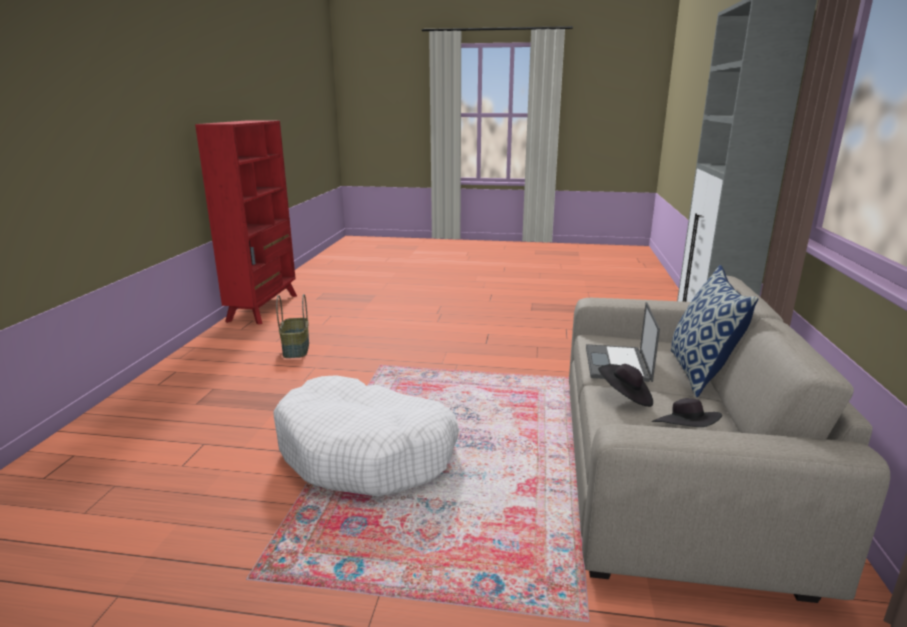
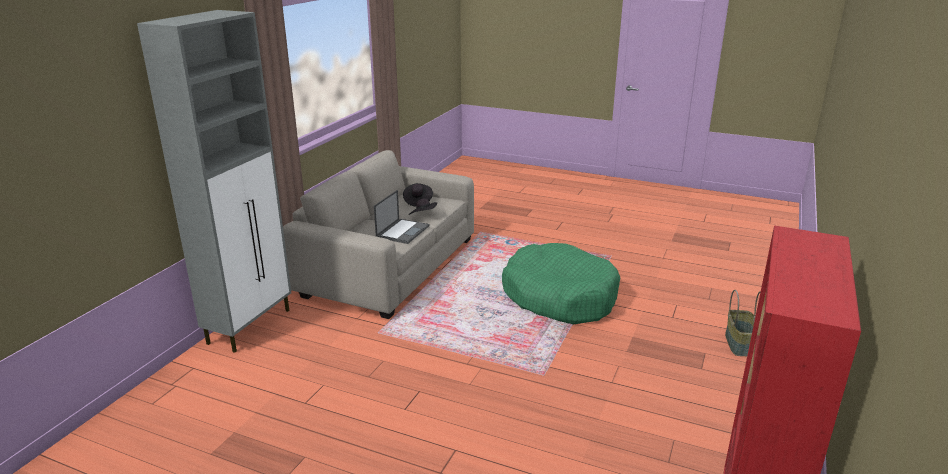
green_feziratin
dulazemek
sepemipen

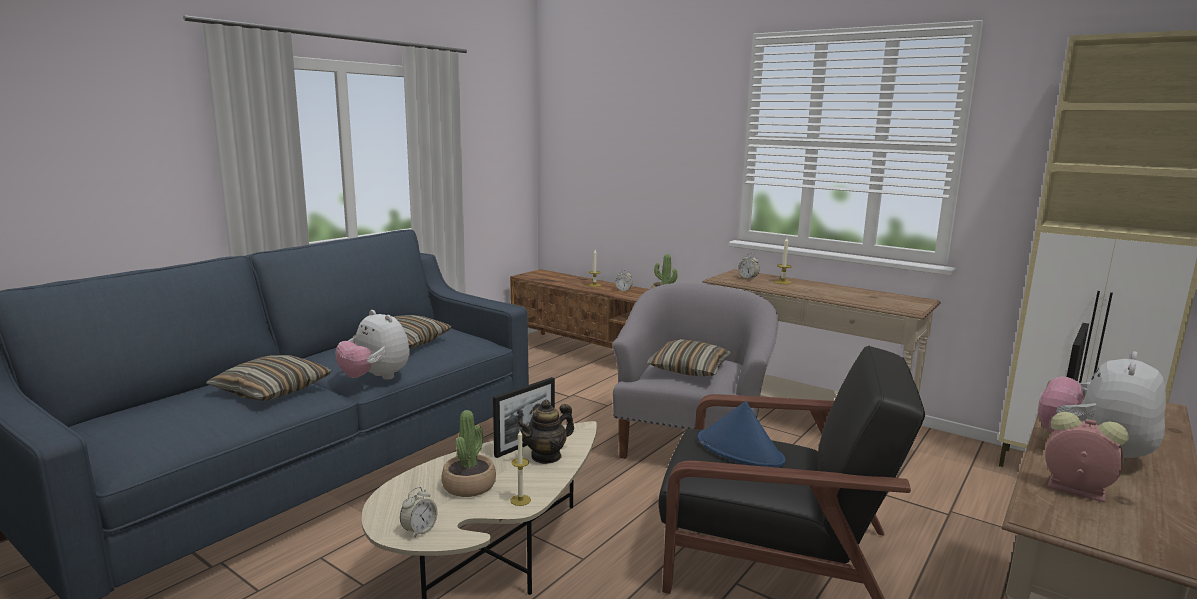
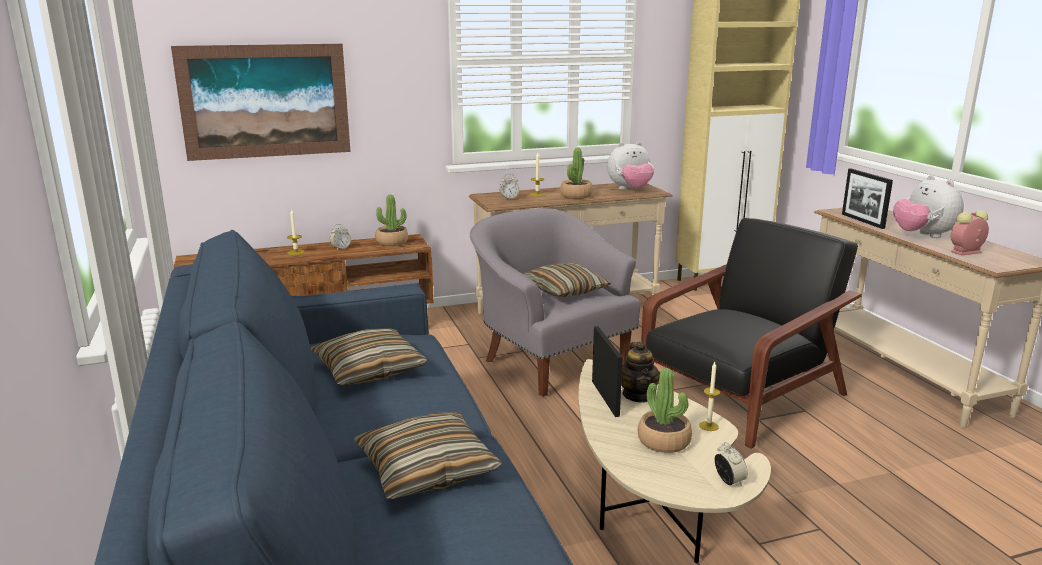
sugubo
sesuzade (2nd from left)
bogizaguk (1st from left)
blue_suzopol

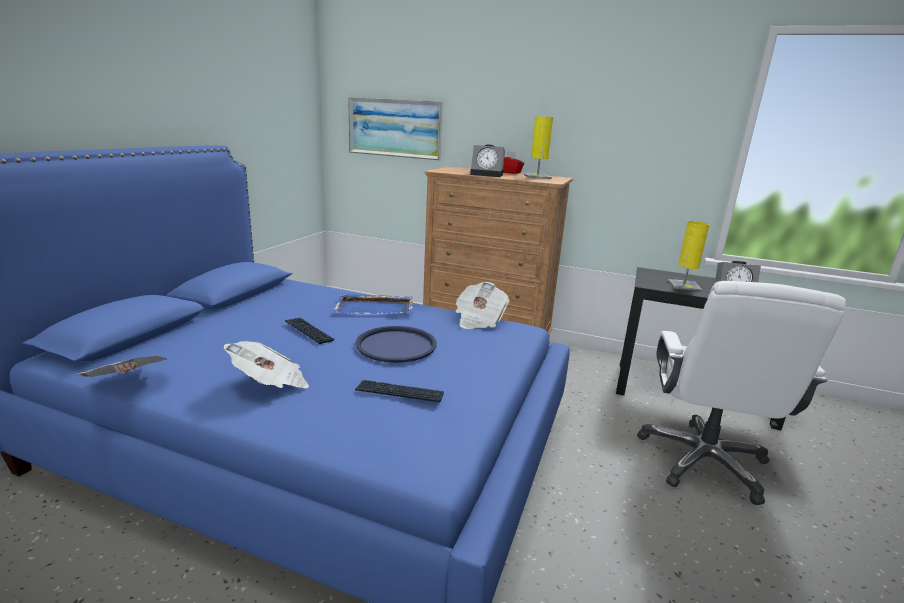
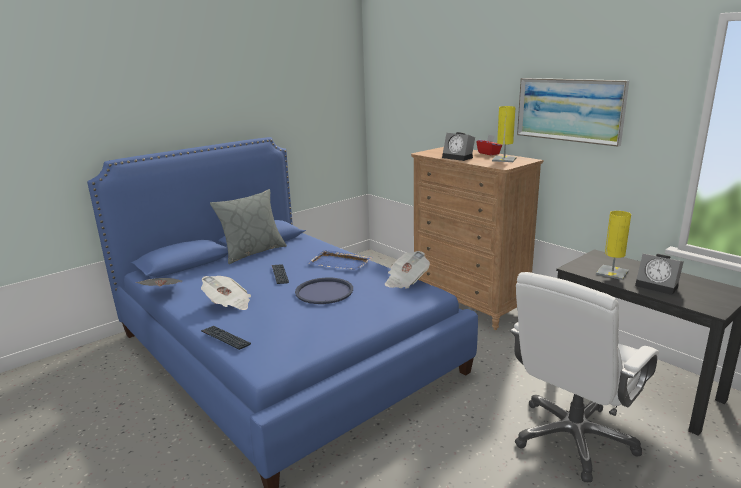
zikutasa (1st from left)
grey_sepemipen
sugubo

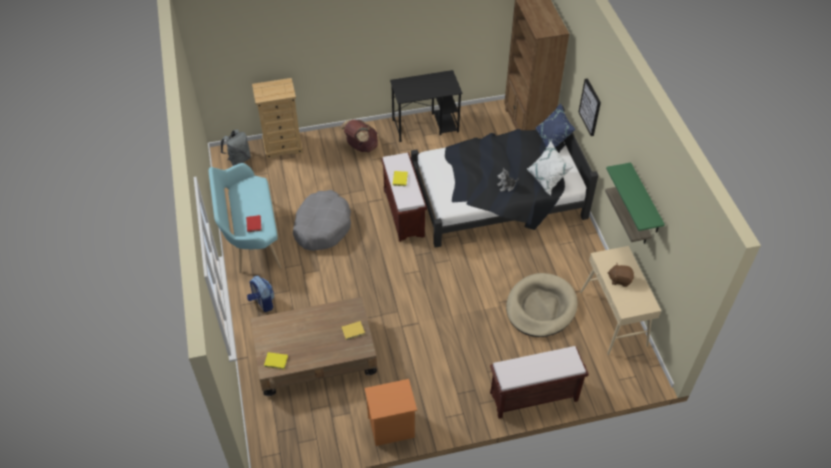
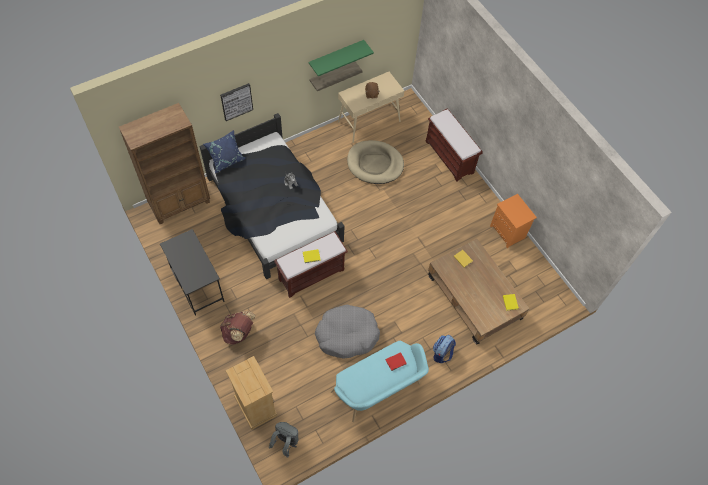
white_sepemipen

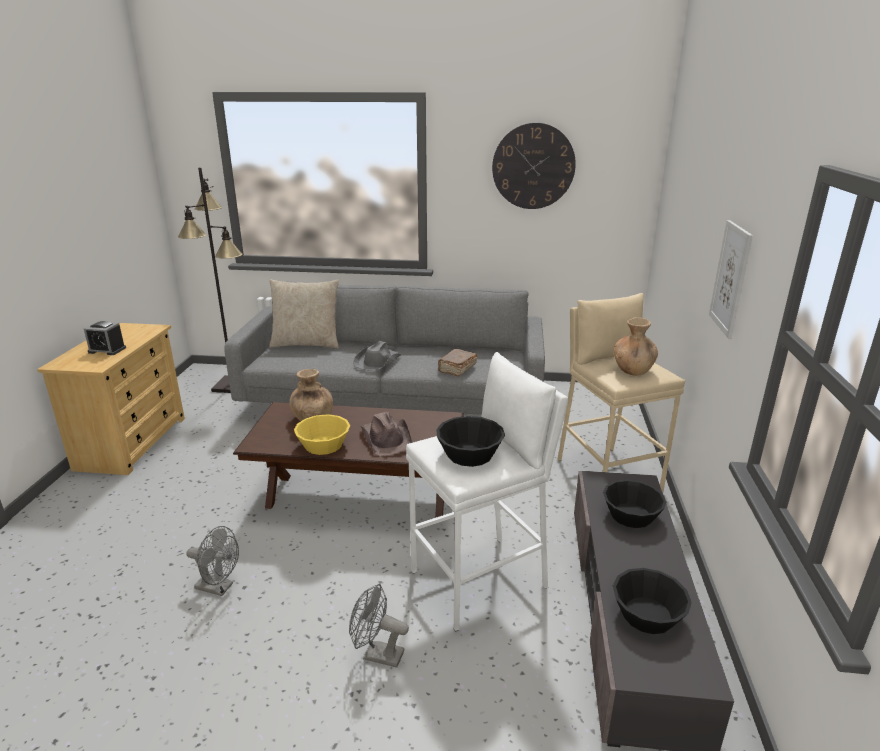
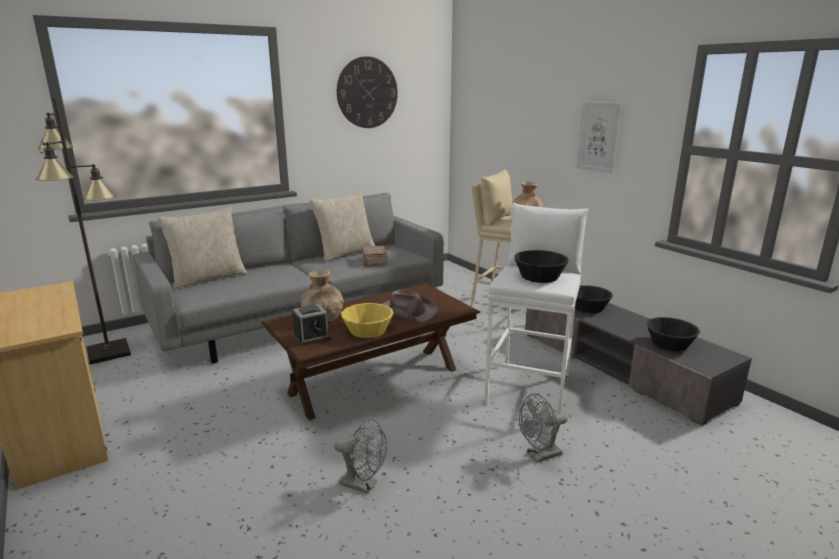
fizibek
beige_sepemipen (2nd from left)
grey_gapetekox (1st from left)
grey_suzopol

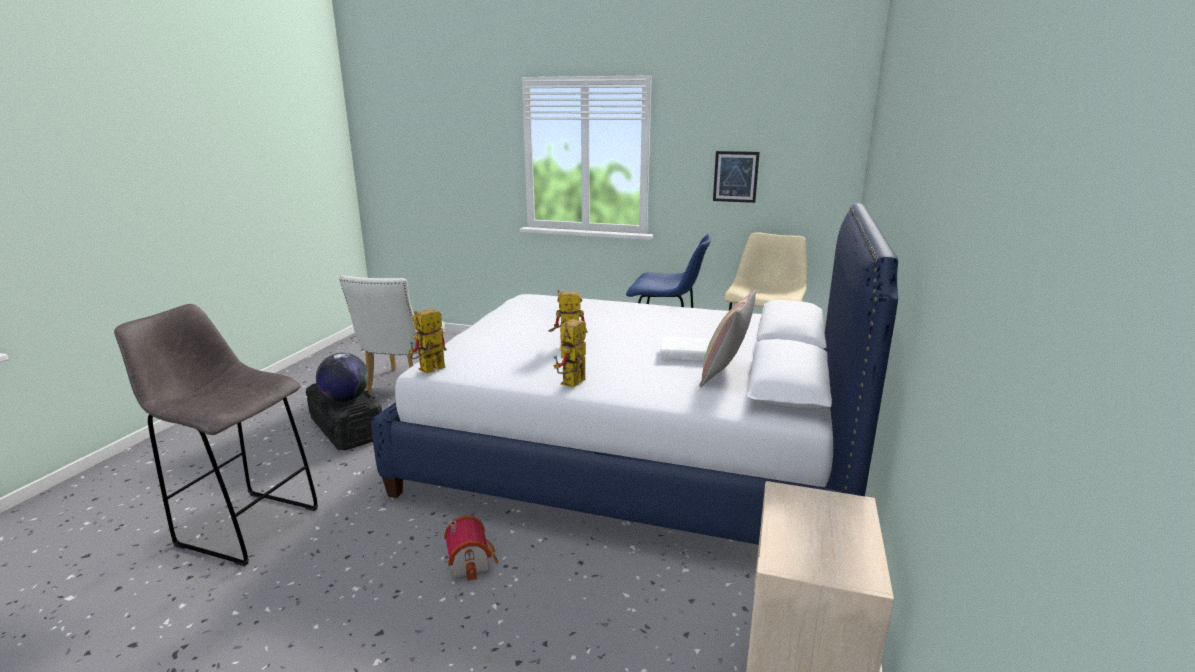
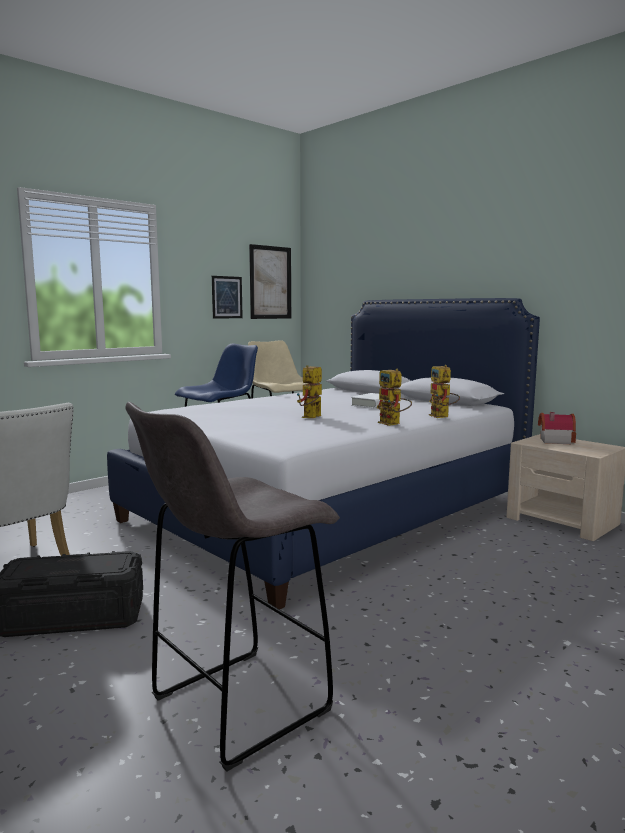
sugubo (2nd from left)
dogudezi (3rd from left)
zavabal
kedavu
sepemipen

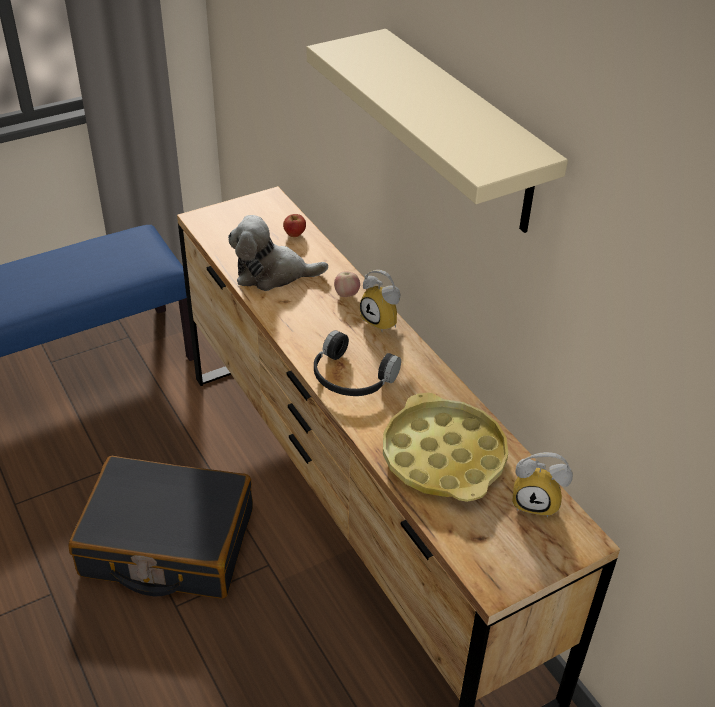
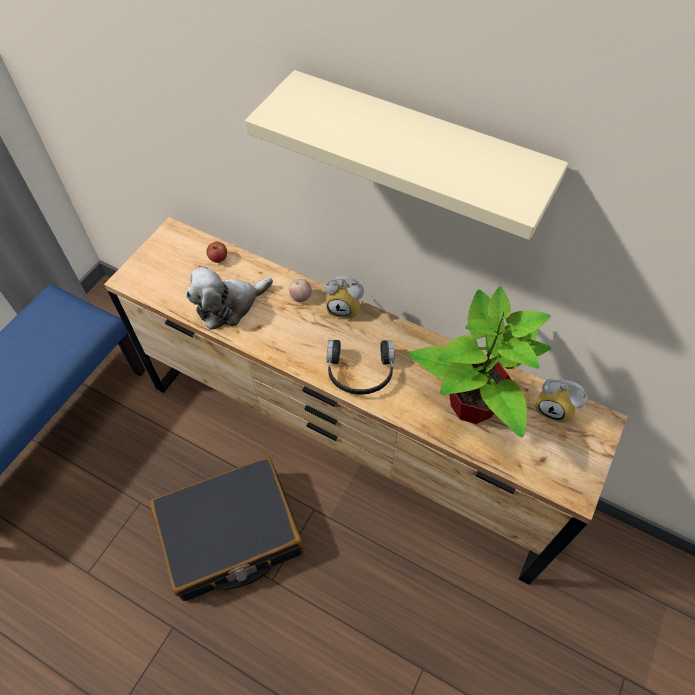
sesuzade
fizibek (2nd from left)

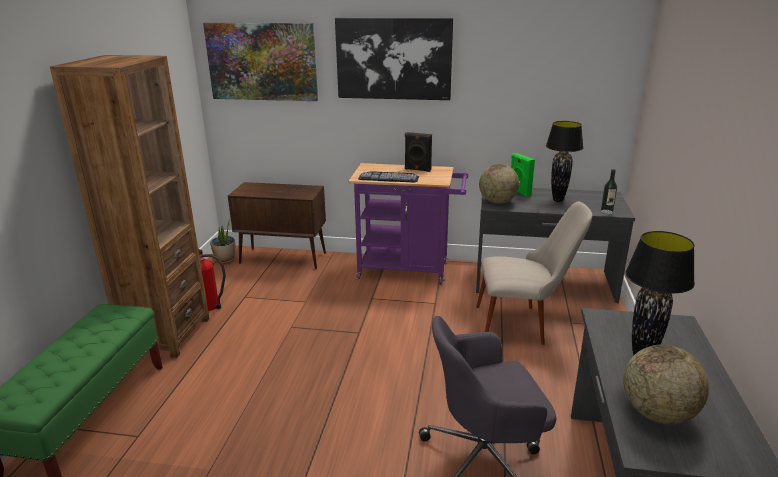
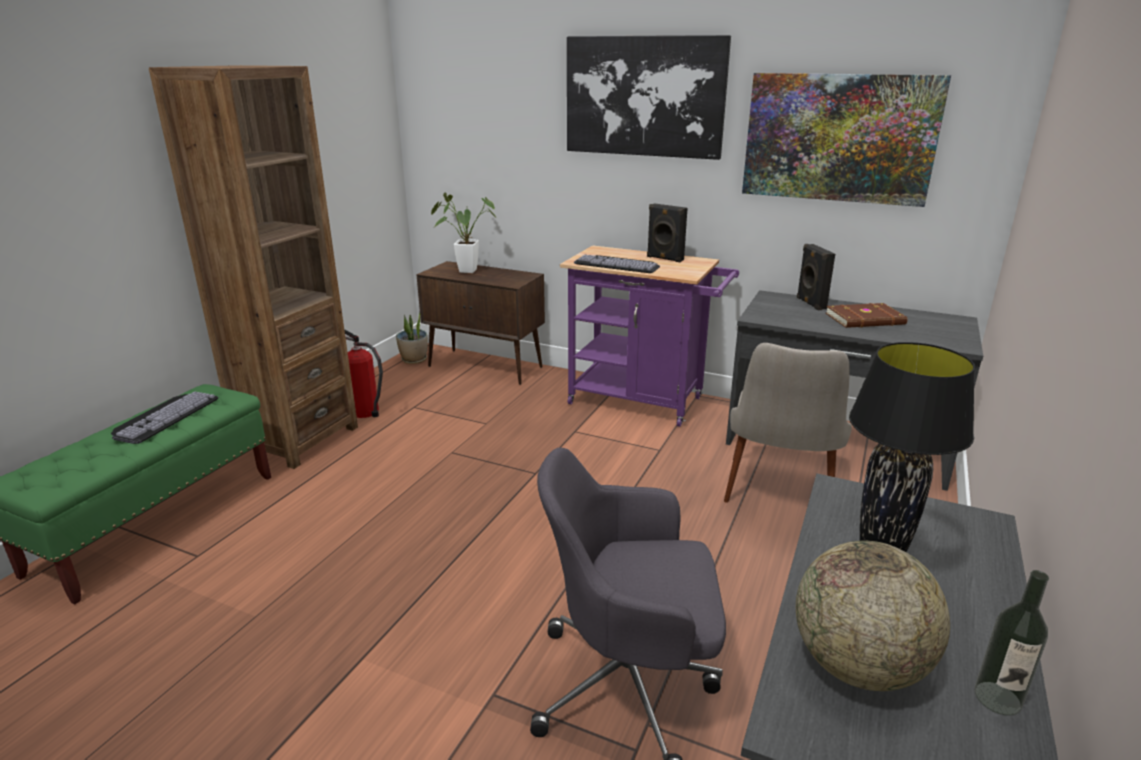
zikutasa (1st from left)
sesuzade (2nd from left)
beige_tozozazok
sugubo (2nd from left)
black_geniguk (2nd from left)
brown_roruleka
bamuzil
kedavu (1st from left in the first image)

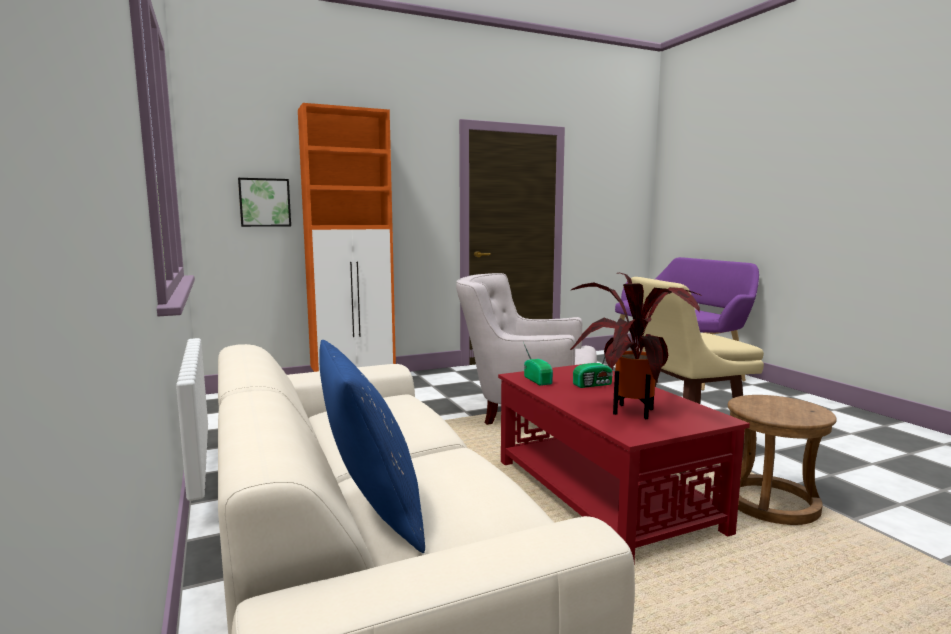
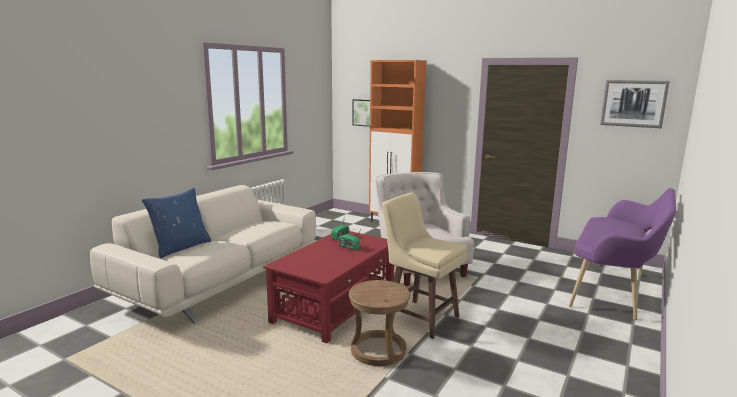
sugubo (2nd from left)
sesuzade

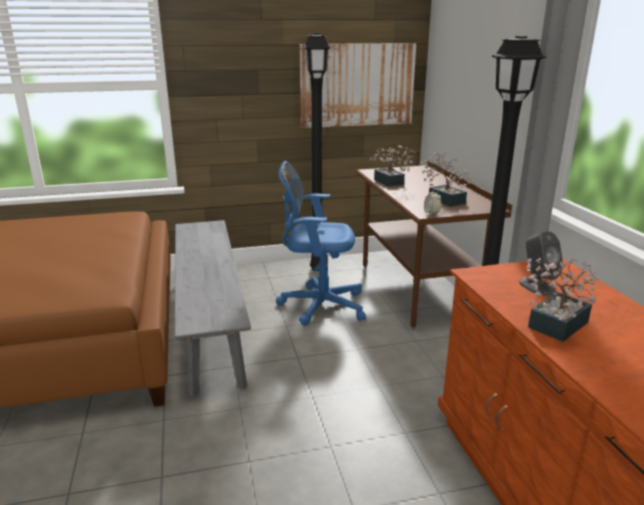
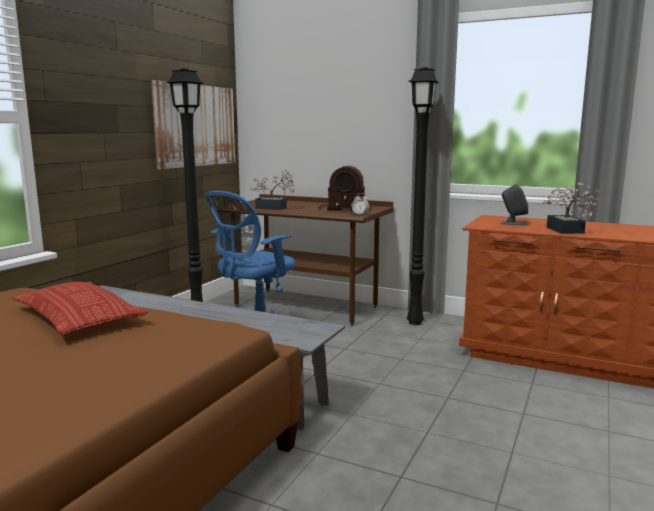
sepemipen
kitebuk

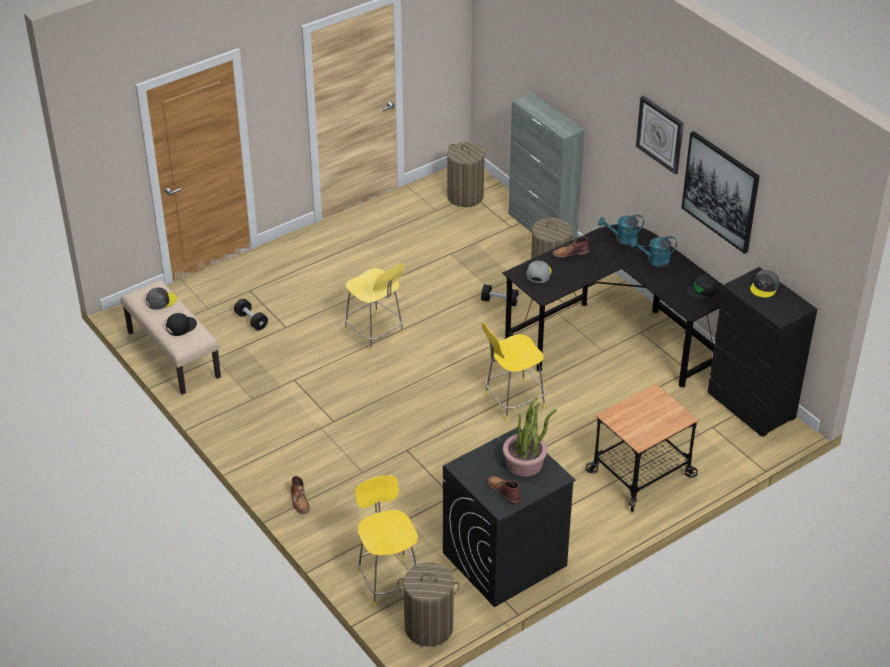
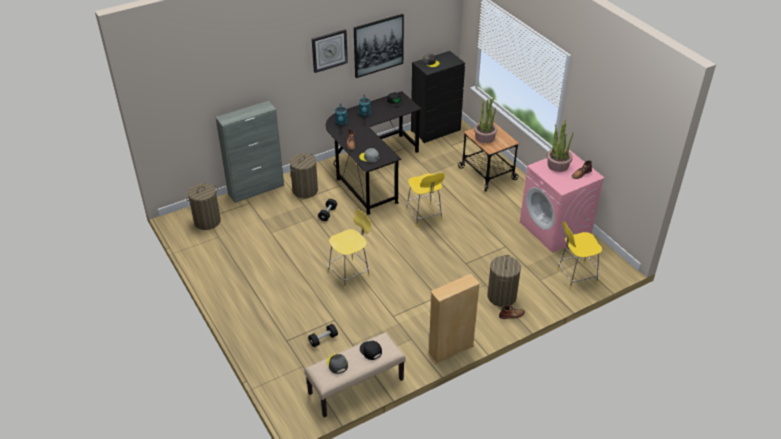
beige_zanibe
sesuzade (1st from left)
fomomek (3rd from left)
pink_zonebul

